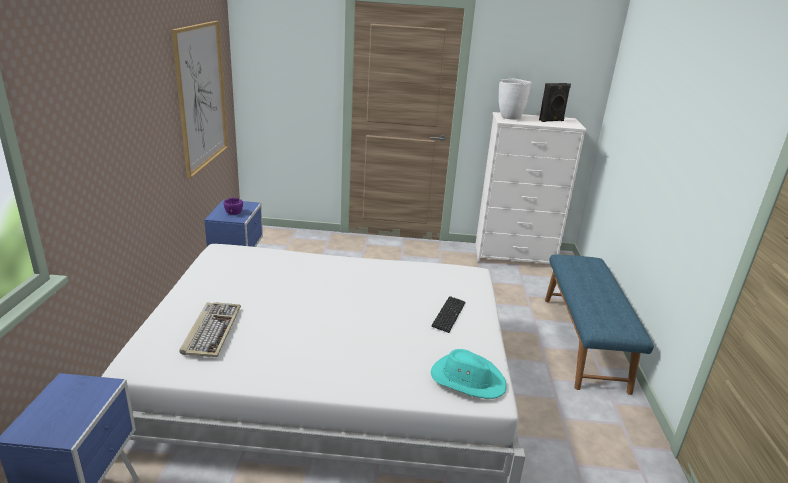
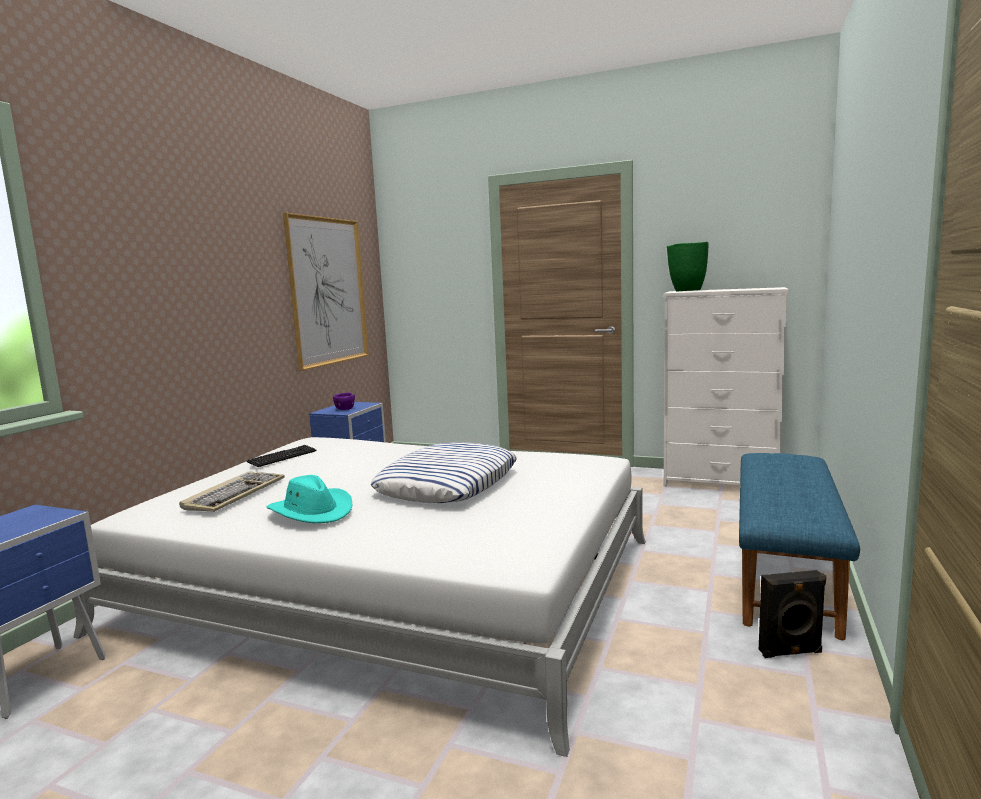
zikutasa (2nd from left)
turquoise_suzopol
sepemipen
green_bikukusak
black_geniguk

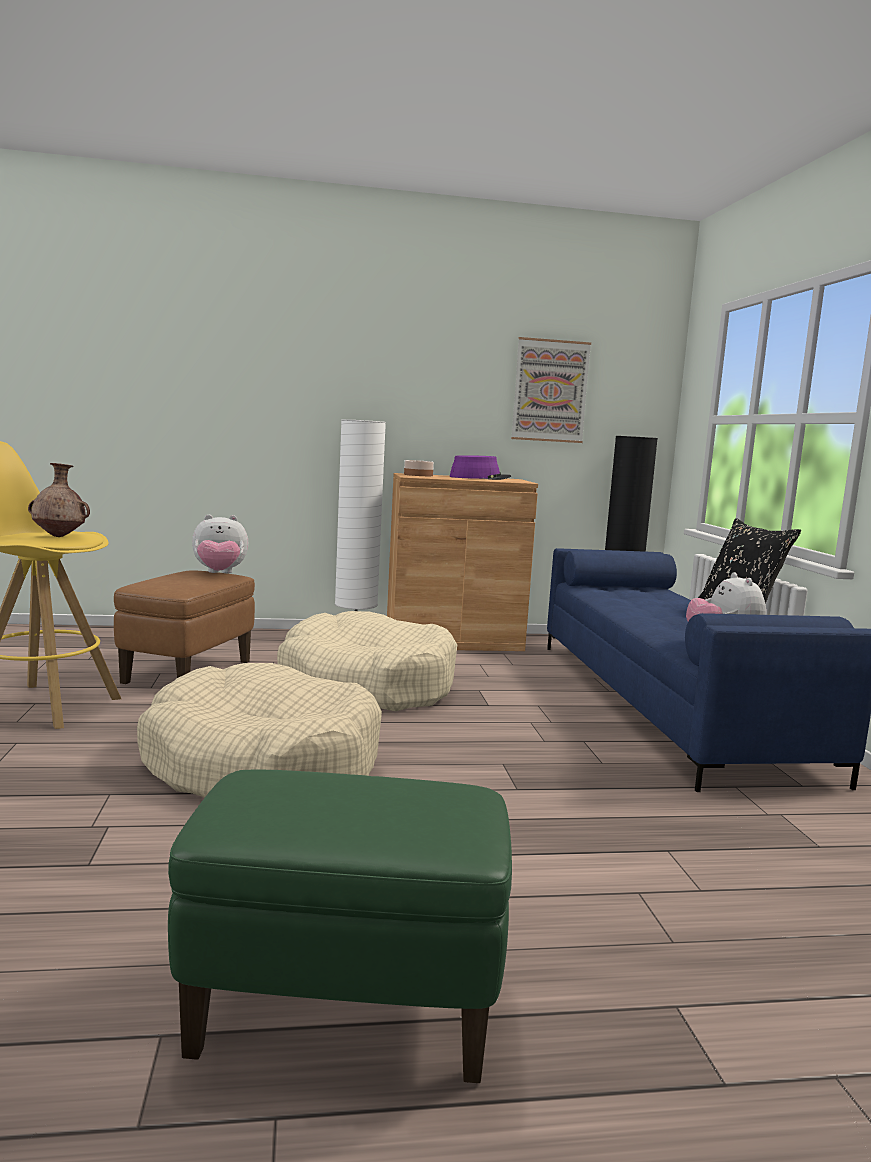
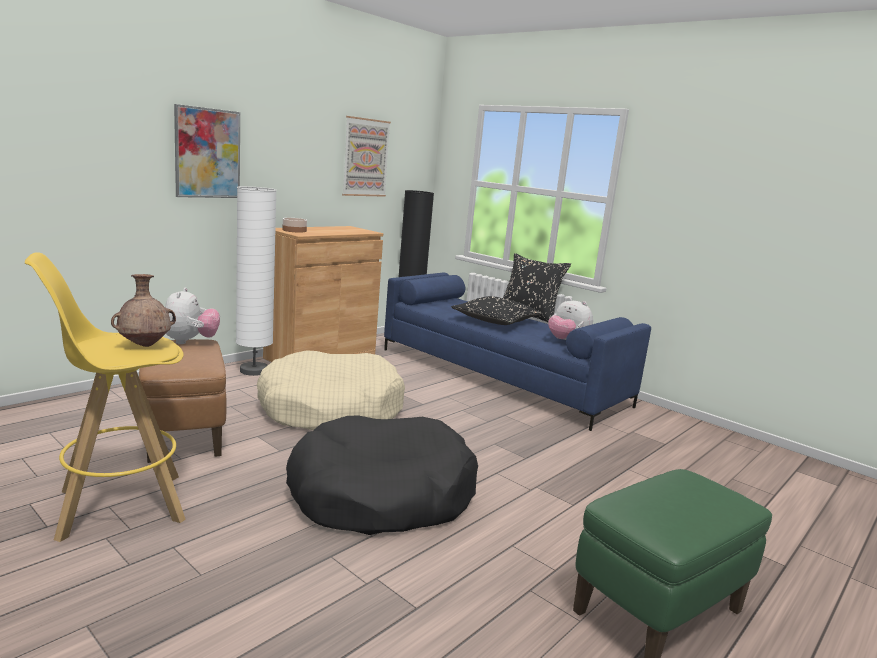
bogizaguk (1st from left)
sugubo (1st from left)
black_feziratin
black_sepemipen (1st from left)
purple_suzopol

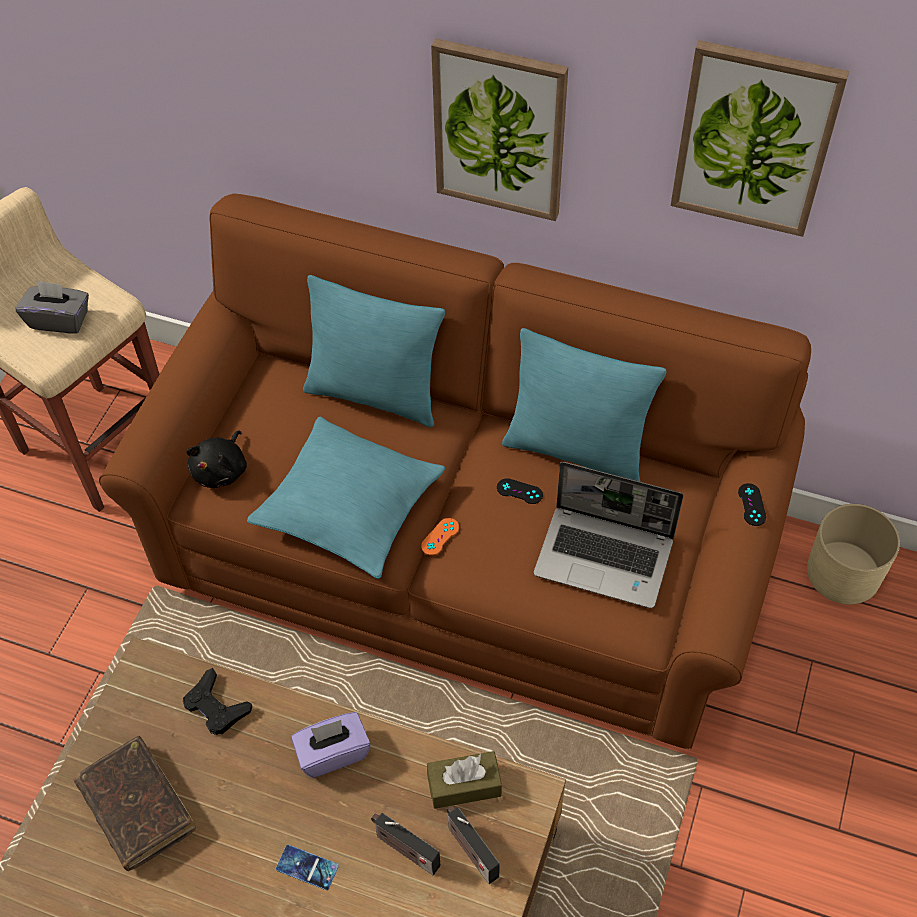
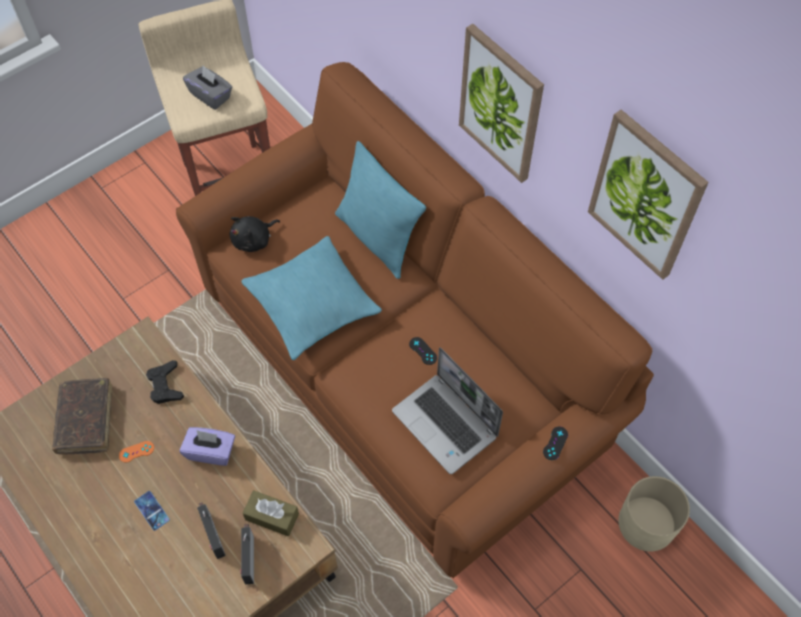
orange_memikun
turquoise_sepemipen (3rd from left in the first image)

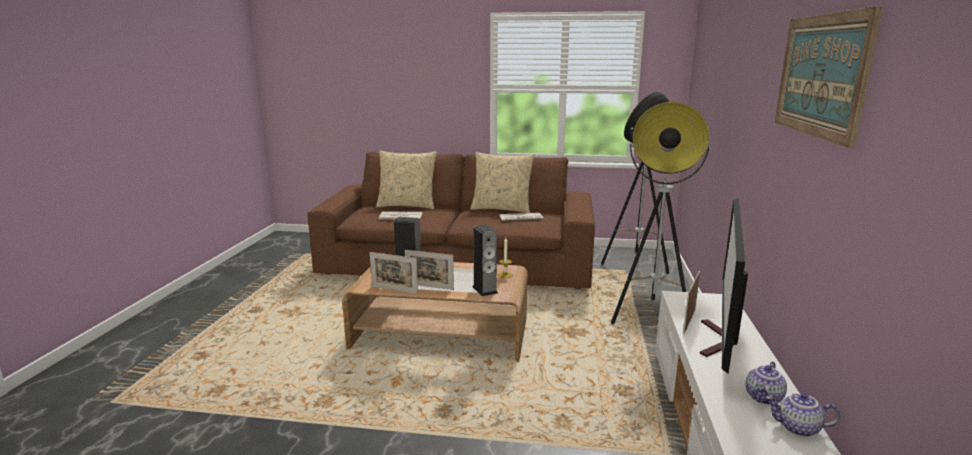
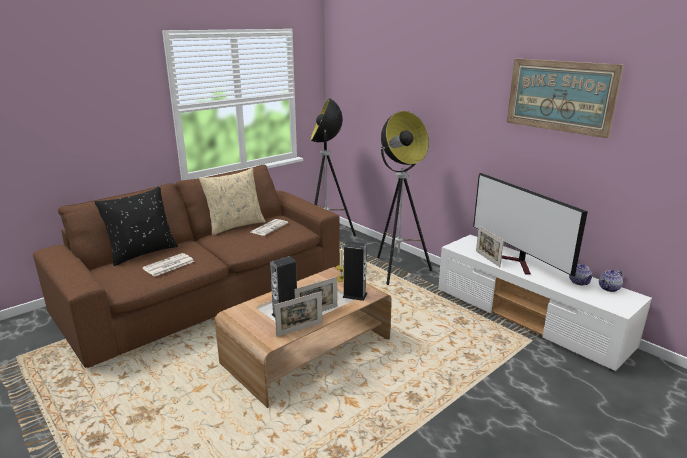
black_sepemipen

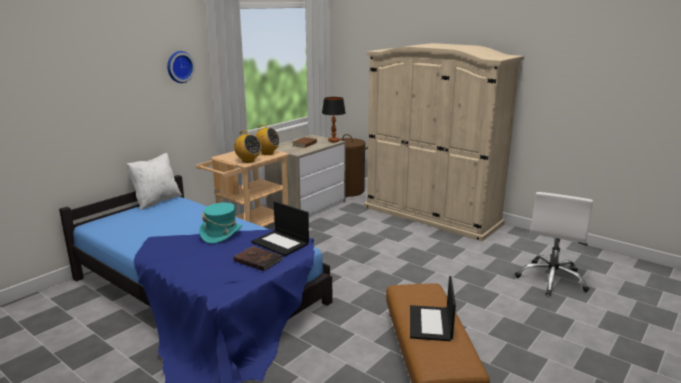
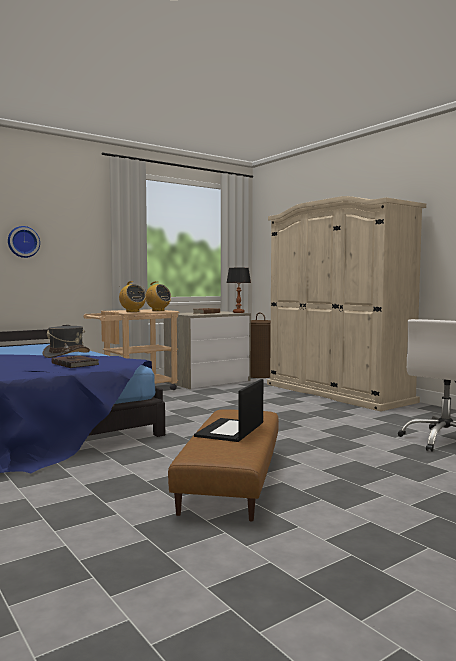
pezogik
grey_suzopol
white_sepemipen
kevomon (1st from left in the first image)

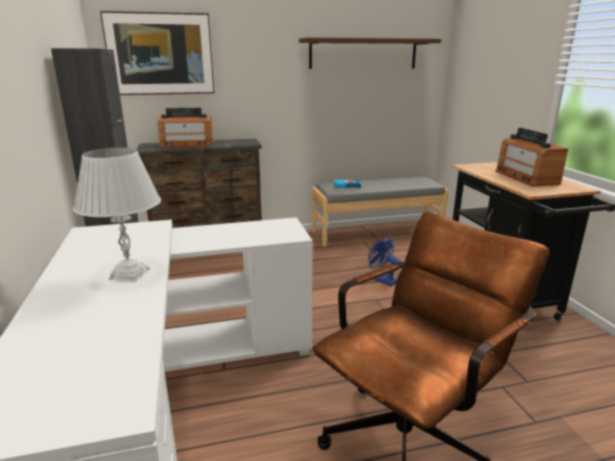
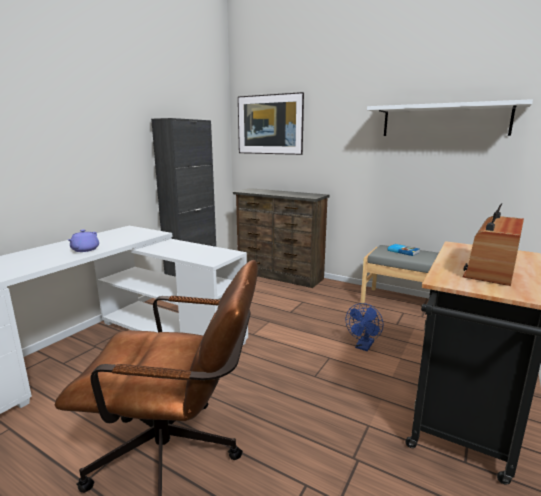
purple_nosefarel
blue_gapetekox
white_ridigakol
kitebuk (1st from left in the first image)

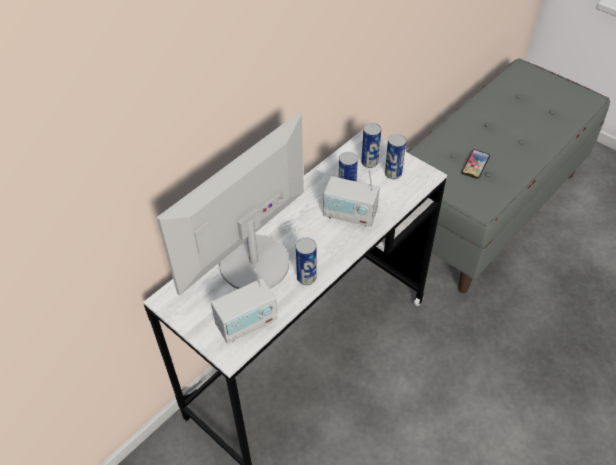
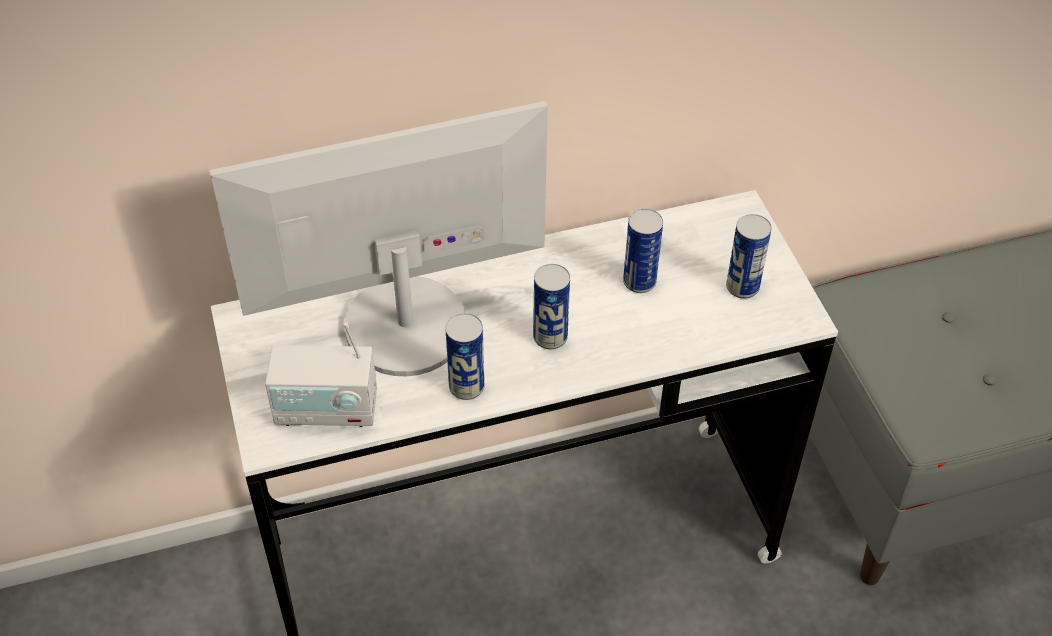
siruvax (2nd from left)
kitebuk (2nd from left in the first image)
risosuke

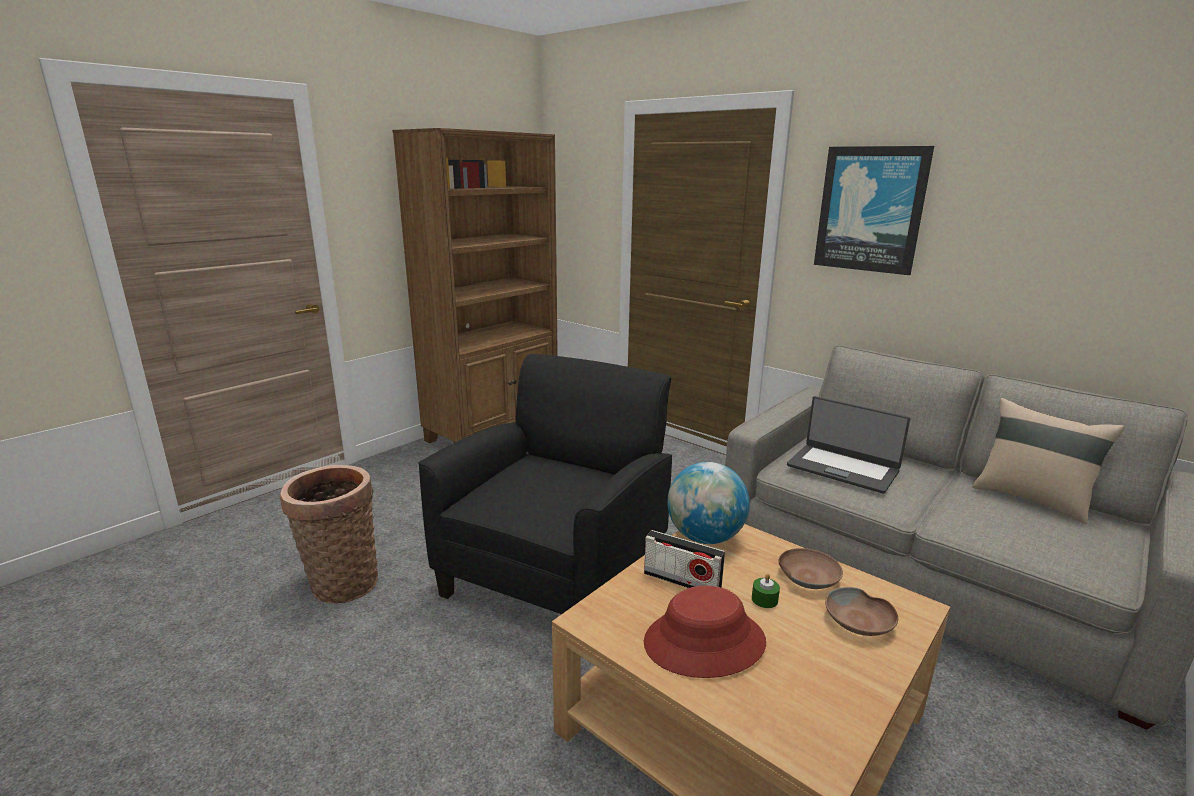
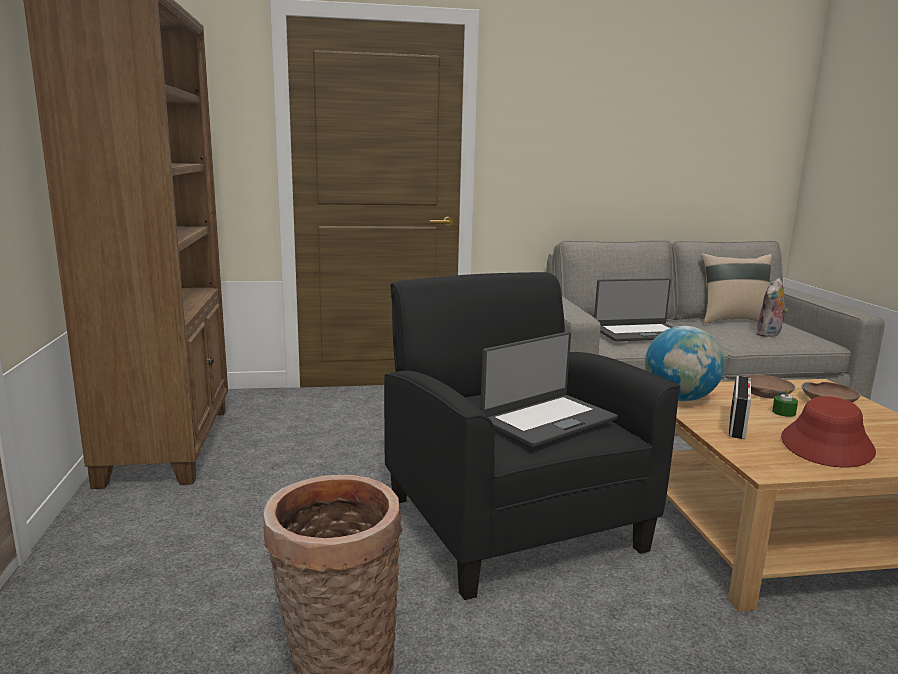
kevomon (1st from left)
kitebuk
bogizaguk
sugubo

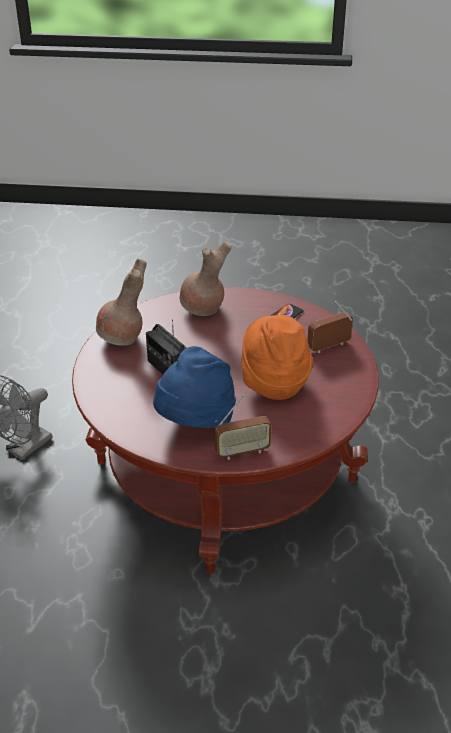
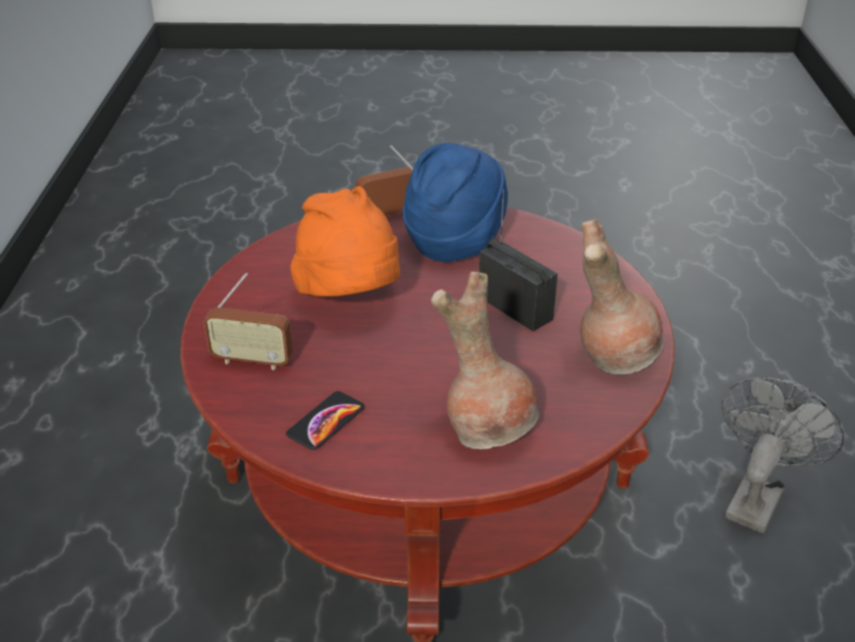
kitebuk (1st from left)

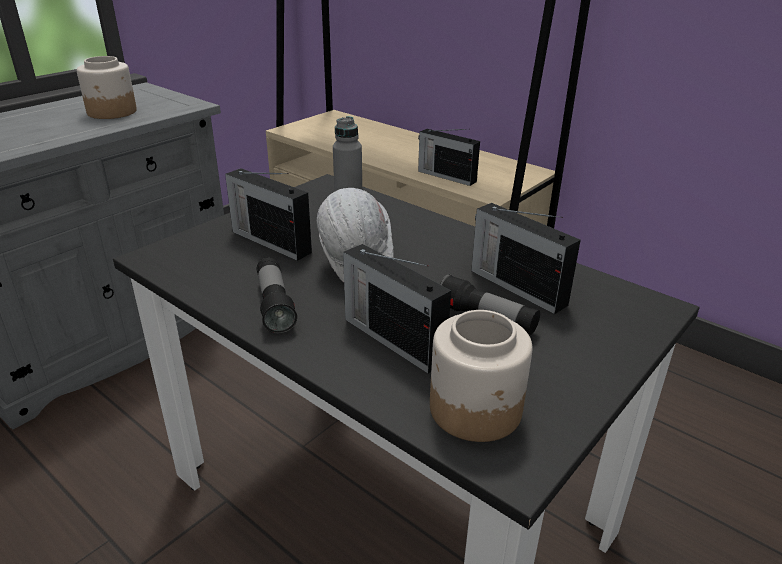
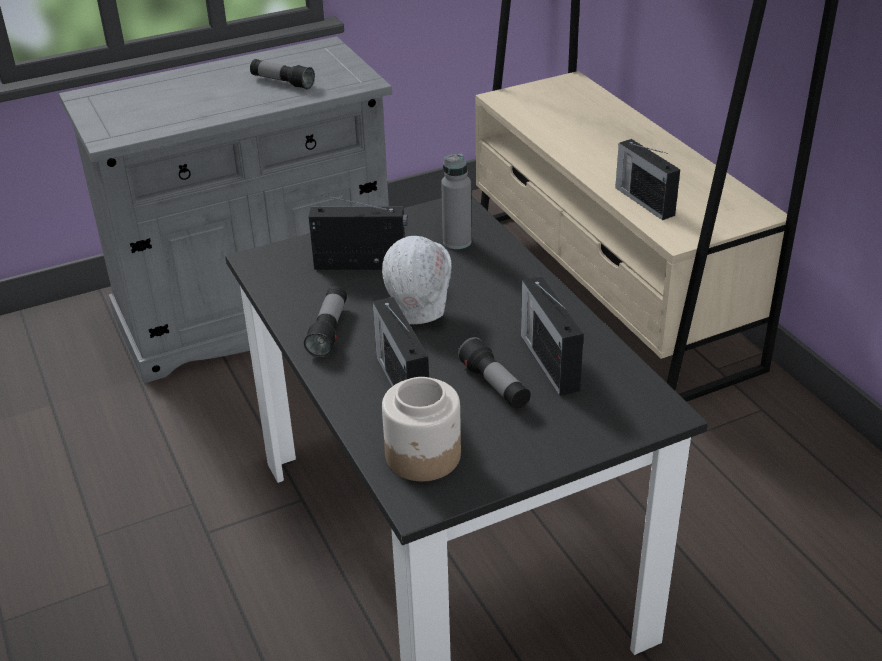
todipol (1st from left)
kitebuk (1st from left)

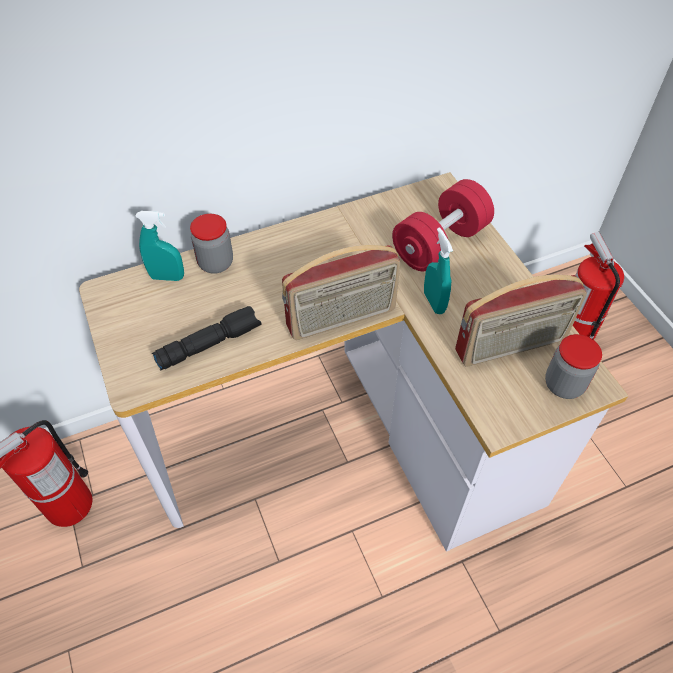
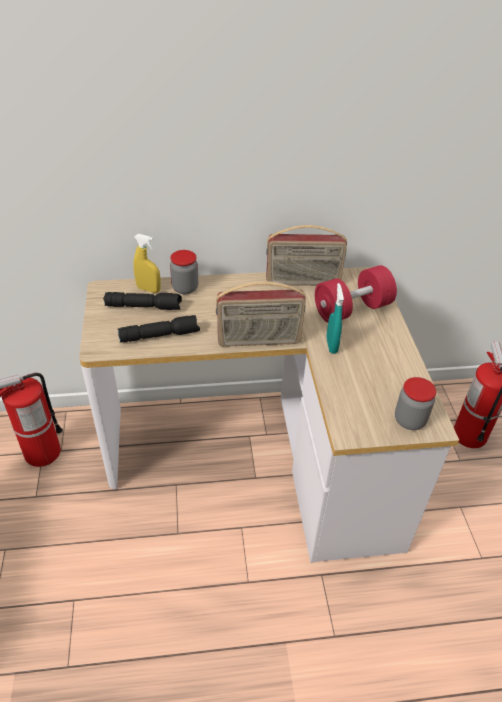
black_todipol (1st from left)
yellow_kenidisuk
kitebuk (2nd from left)

